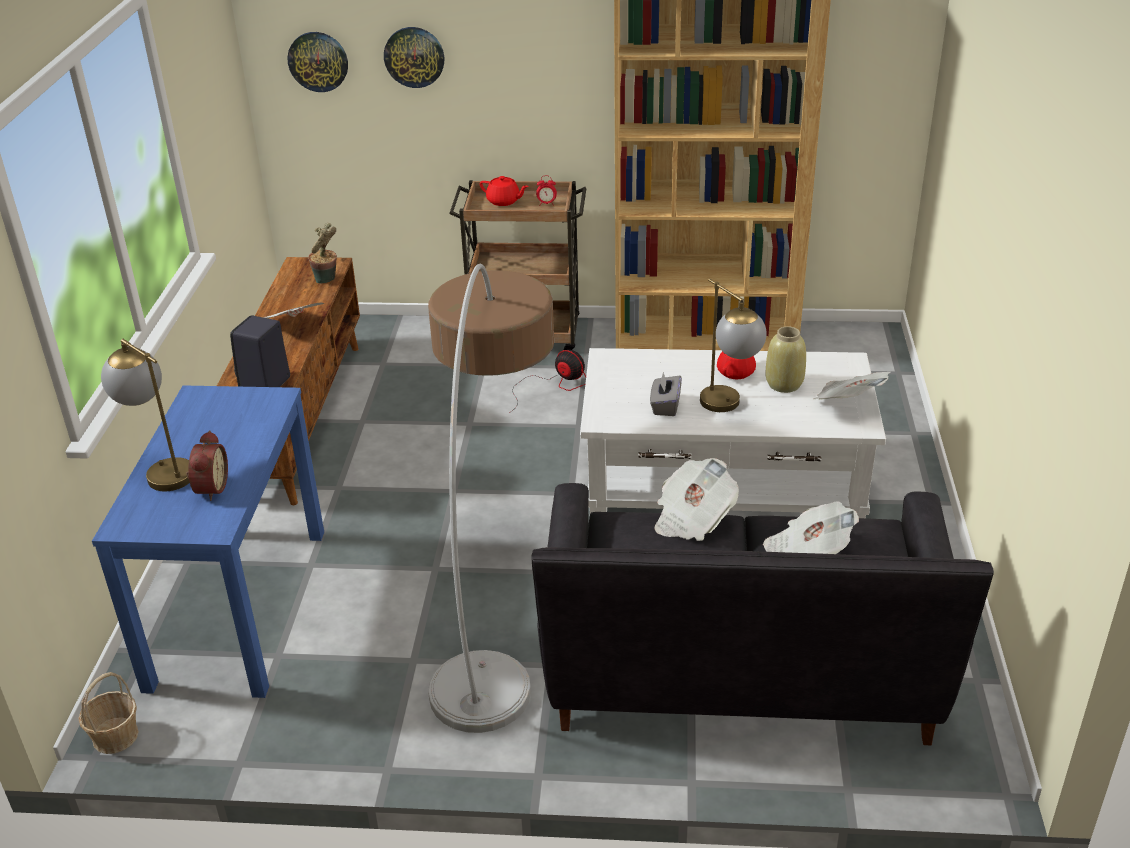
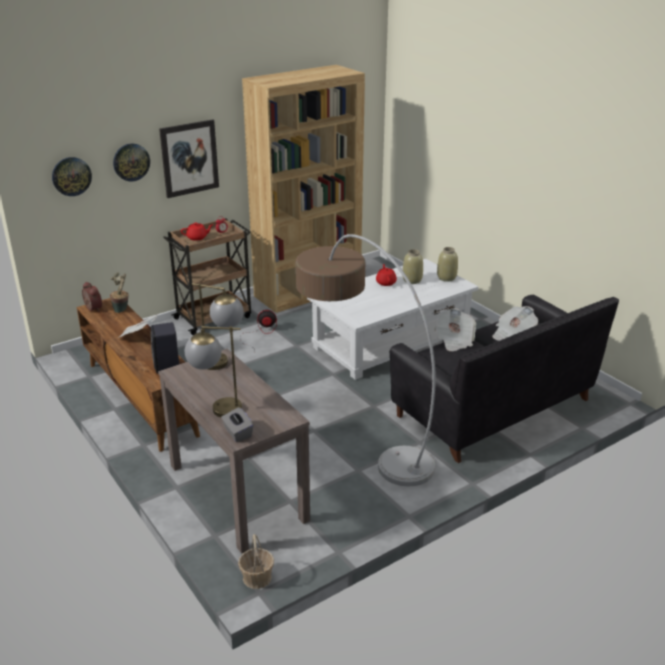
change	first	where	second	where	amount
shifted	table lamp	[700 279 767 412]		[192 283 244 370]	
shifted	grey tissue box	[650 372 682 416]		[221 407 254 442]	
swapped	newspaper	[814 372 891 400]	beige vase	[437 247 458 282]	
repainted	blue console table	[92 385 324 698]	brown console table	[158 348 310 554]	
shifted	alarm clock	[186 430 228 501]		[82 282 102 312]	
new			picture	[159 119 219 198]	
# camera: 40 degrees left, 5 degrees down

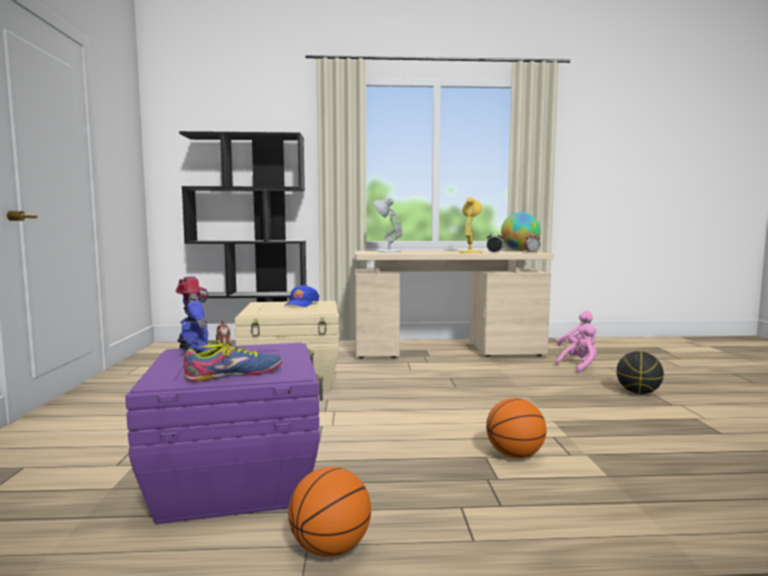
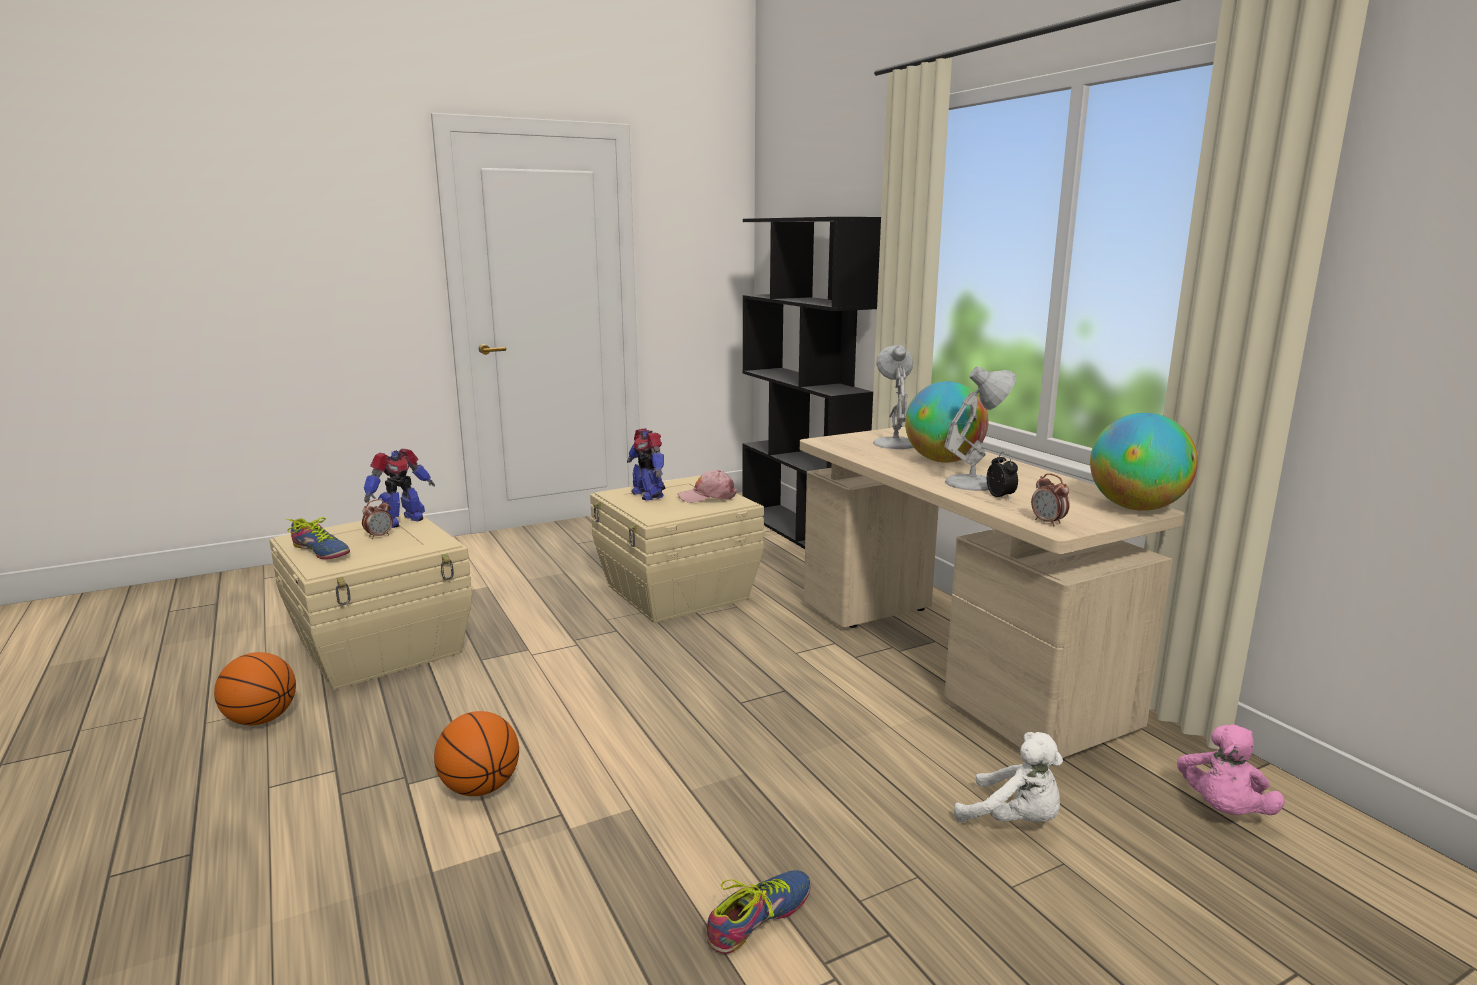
change	first	where	second	where	amount
repainted	yellow table lamp	[458 197 483 253]	white table lamp	[944 367 1016 491]	
repainted	blue cap	[284 285 319 307]	pink cap	[678 470 737 503]	
repainted	pink plush toy	[556 323 597 373]	white plush toy	[954 732 1063 822]	
repainted	purple storage box	[125 343 324 524]	beige storage box	[269 513 472 690]	
gone	basketball	[616 351 664 394]			
new			globe	[905 381 988 463]	
new			toy robot	[627 429 666 501]	
new			shoe	[707 870 811 954]	
# camera: 65 degrees right, 10 degrees up

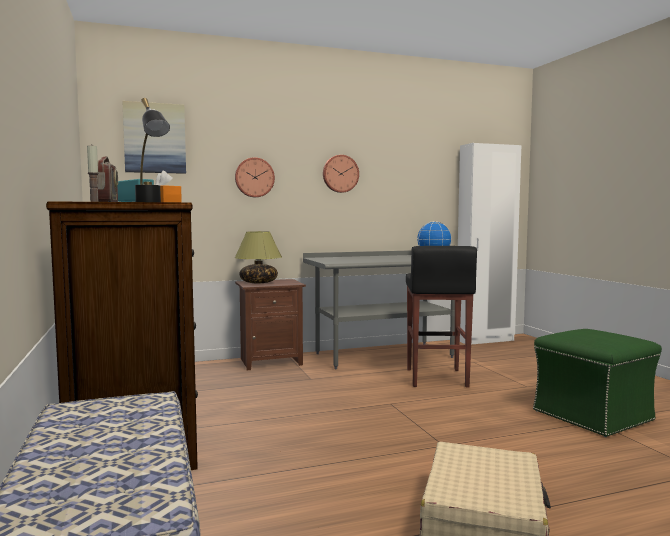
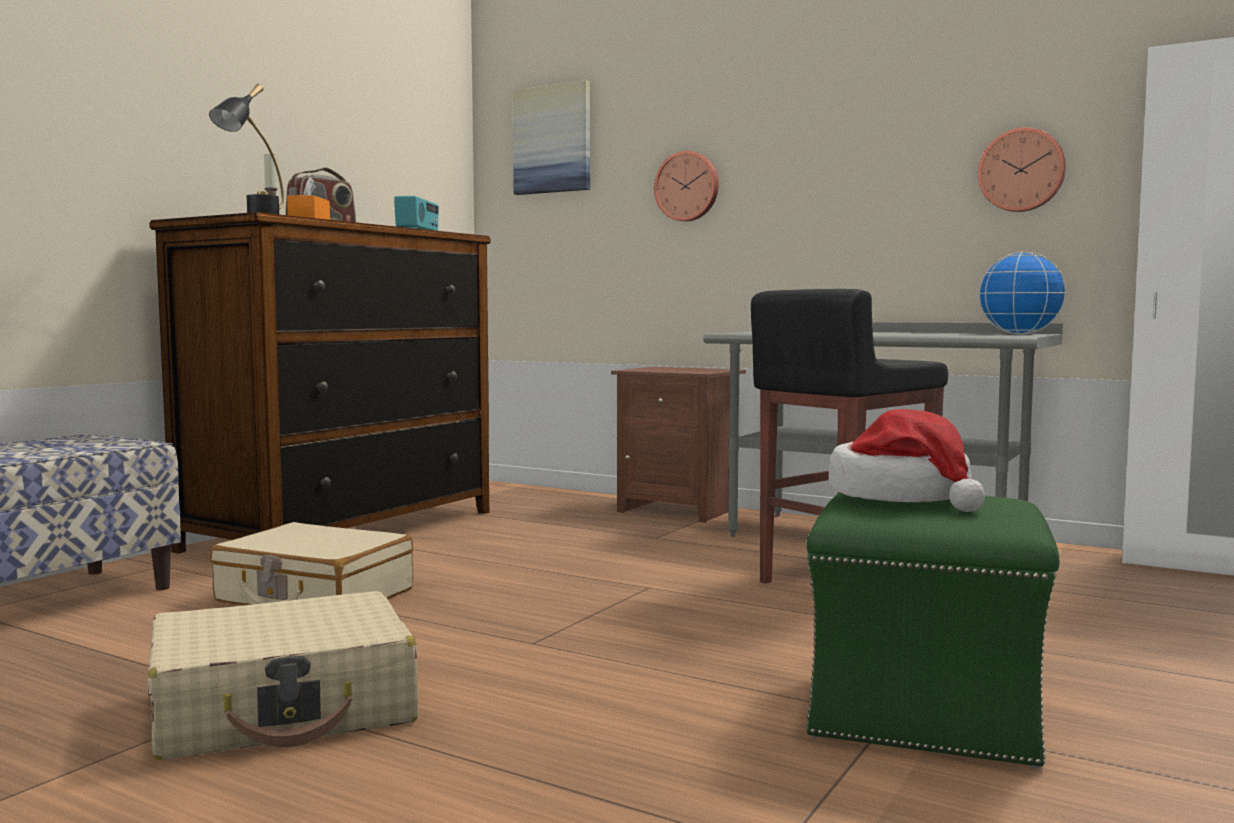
change	first	where	second	where	amount
shifted	wall clock	[323 155 359 193]		[978 127 1066 212]	
gone	table lamp	[235 231 282 283]			
new			hat	[829 409 985 512]	
new			beige suitcase	[210 522 413 605]	
# camera: 50 degrees right, 0 degrees up

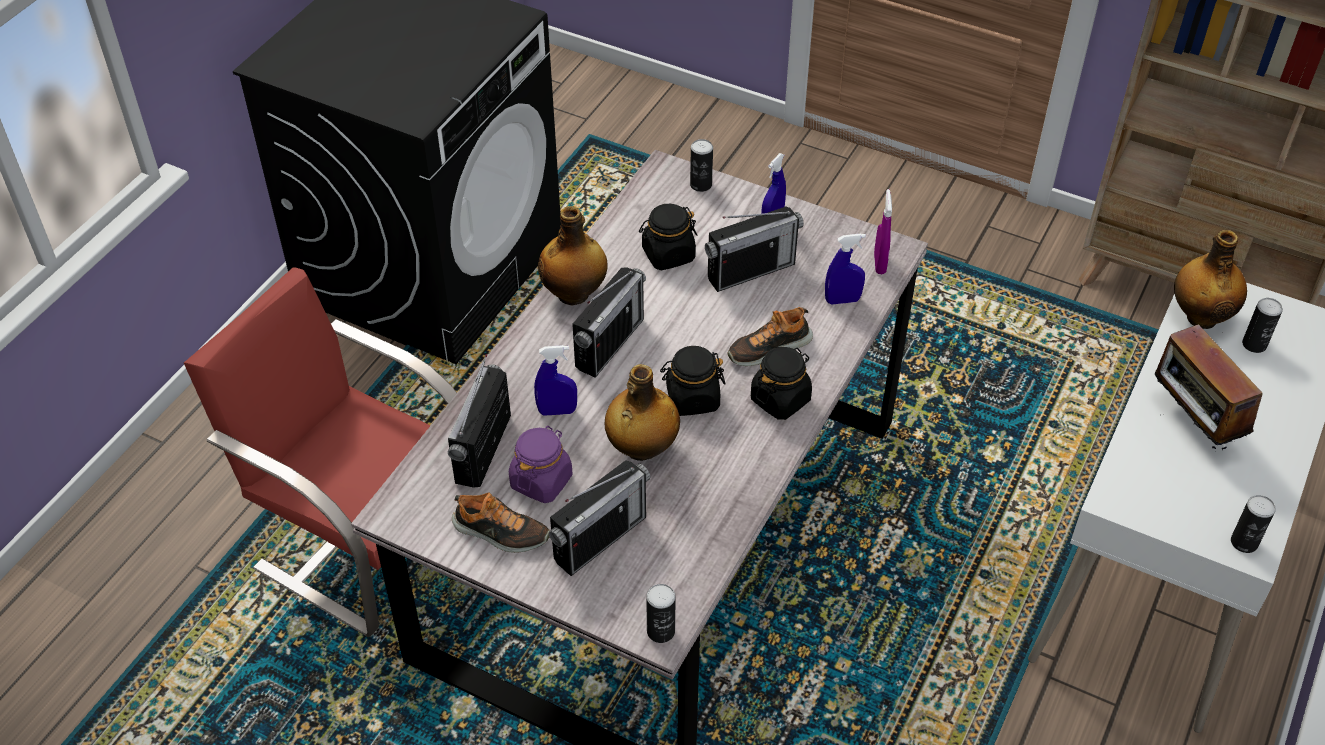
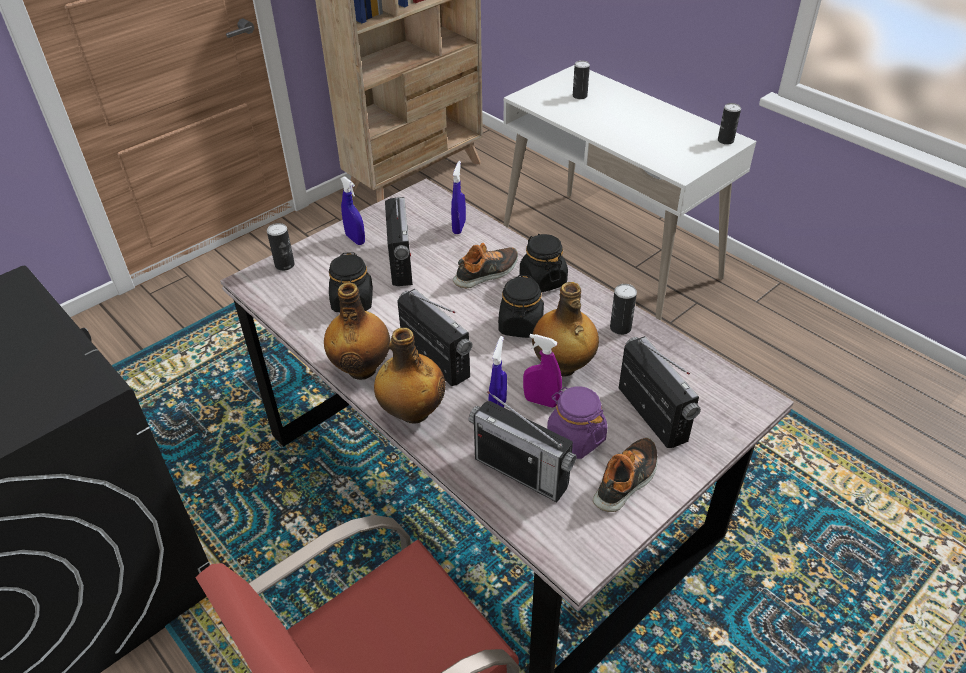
change	first	where	second	where	amount
shifted	purple spray bottle	[874 189 892 274]		[523 334 562 408]	
shifted	bottle	[1174 230 1247 329]		[374 328 446 424]	
rotated	shoe	[728 307 813 366]		[453 243 518 288]	120 degrees counterclockwise
gone	radio	[1155 324 1262 450]			
shifted	can	[646 584 676 643]		[610 284 637 335]	
# camera: 70 degrees left, 5 degrees down

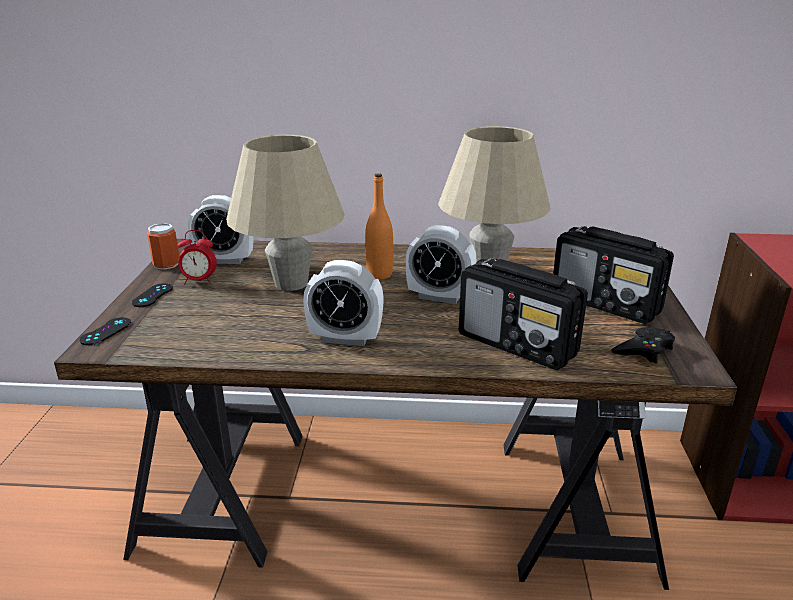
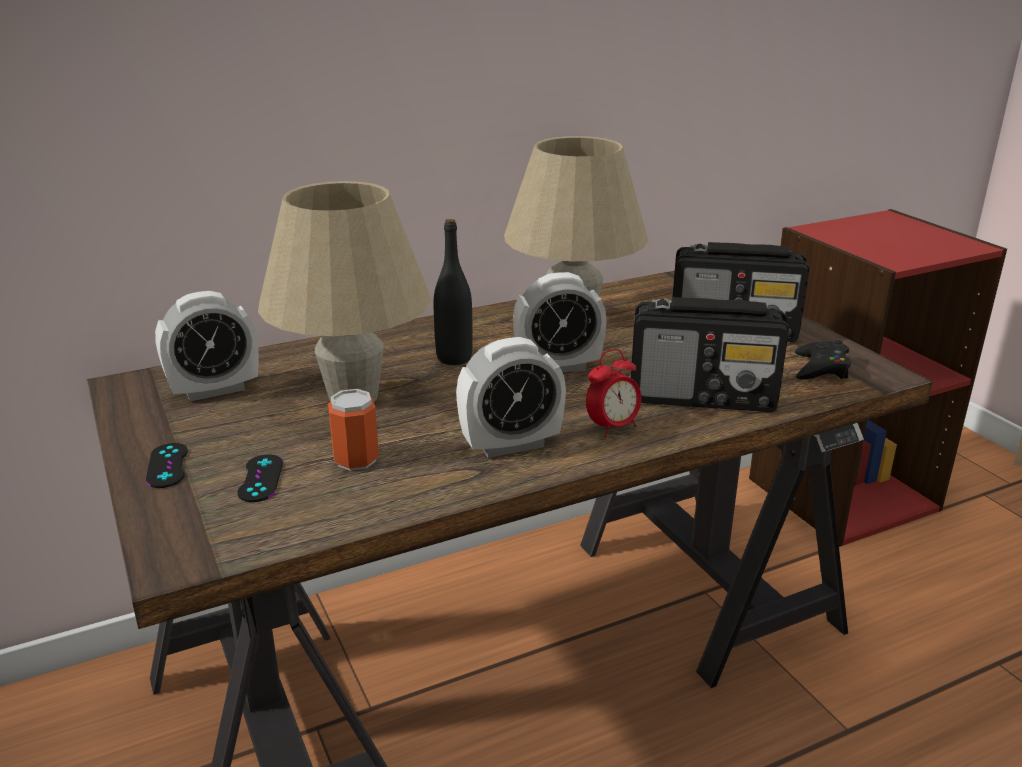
change	first	where	second	where	amount
repainted	orange bottle	[365 173 393 280]	black bottle	[434 219 473 365]	
shifted	can	[147 223 179 270]		[328 389 379 471]	
shifted	alarm clock	[177 230 217 285]		[586 349 641 437]	
shifted	black game controller	[79 317 131 345]		[237 454 283 502]	
# camera: 30 degrees left, 0 degrees up

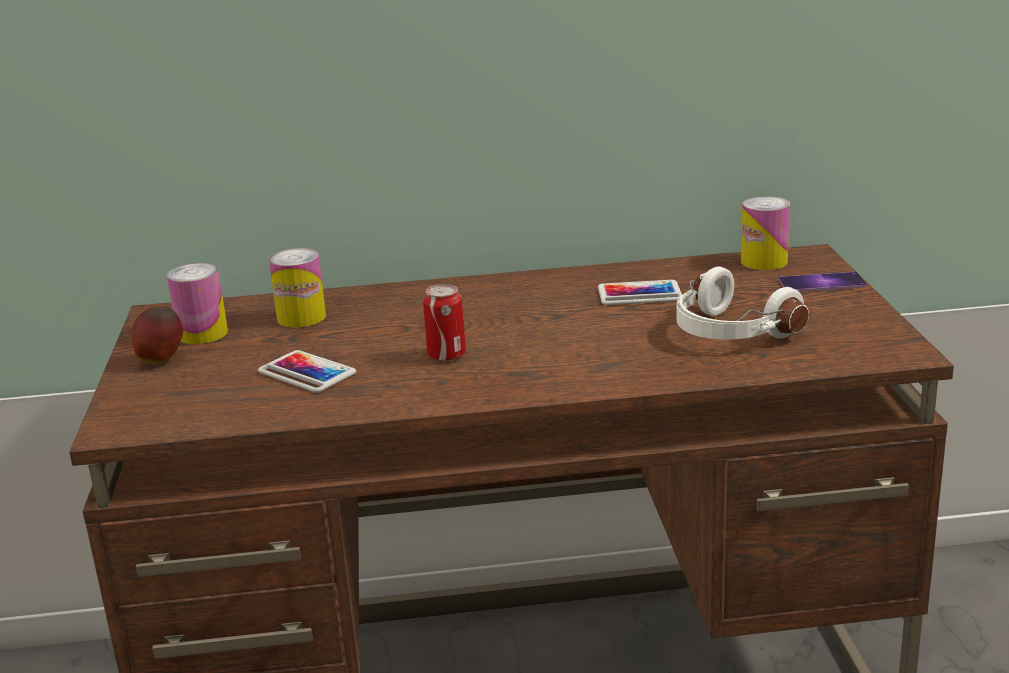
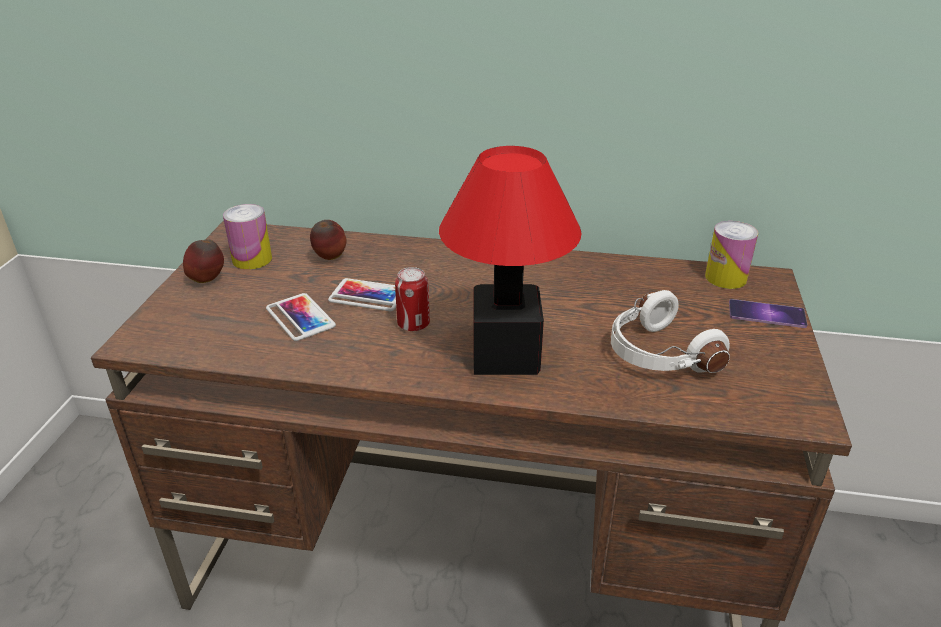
change	first	where	second	where	amount
swapped	can	[269 248 326 328]	apple	[310 220 346 260]	
shifted	phone	[598 280 682 305]		[328 278 396 311]	
new			table lamp	[439 146 582 375]	
# camera: 15 degrees right, 10 degrees up

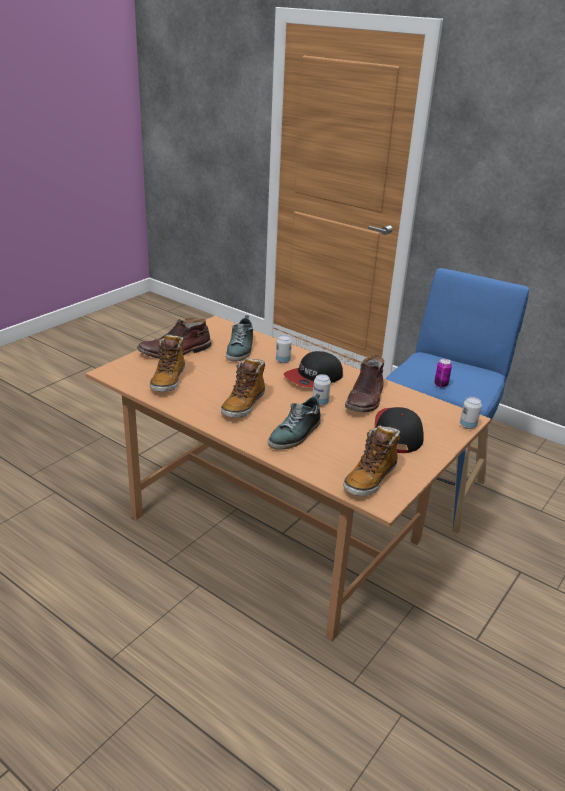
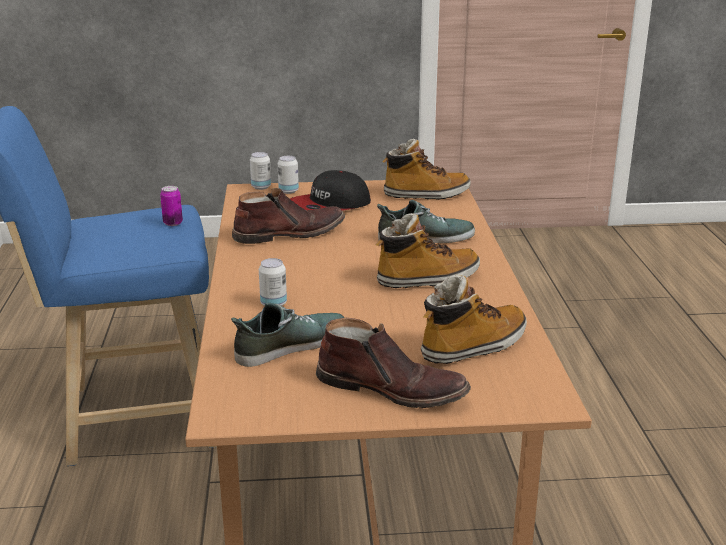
change	first	where	second	where	amount
gone	cap	[284 351 343 388]			
shifted	can	[313 374 331 406]		[278 156 299 194]	
# camera: 130 degrees left, 5 degrees down

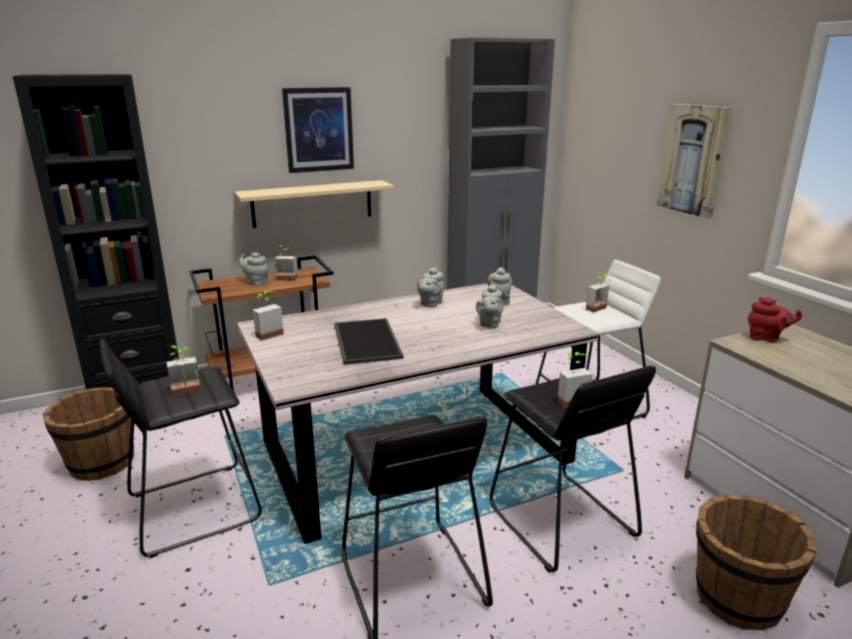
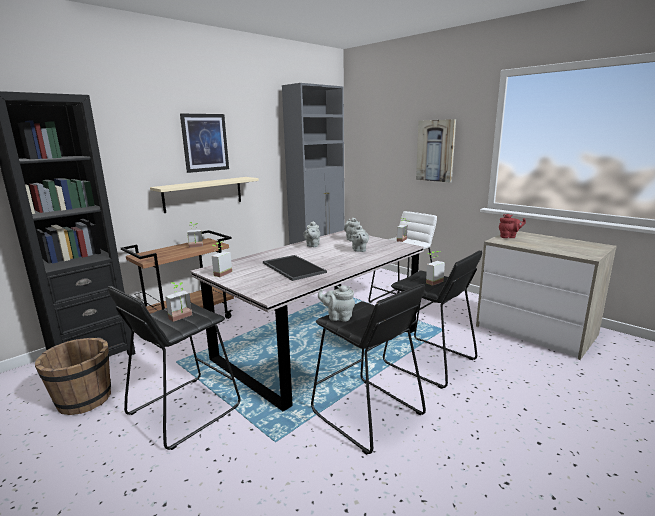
change	first	where	second	where	amount
shifted	grey teapot	[239 252 268 286]		[318 285 355 321]	
gone	brown bucket	[696 495 817 630]			
# camera: 20 degrees left, 5 degrees down

